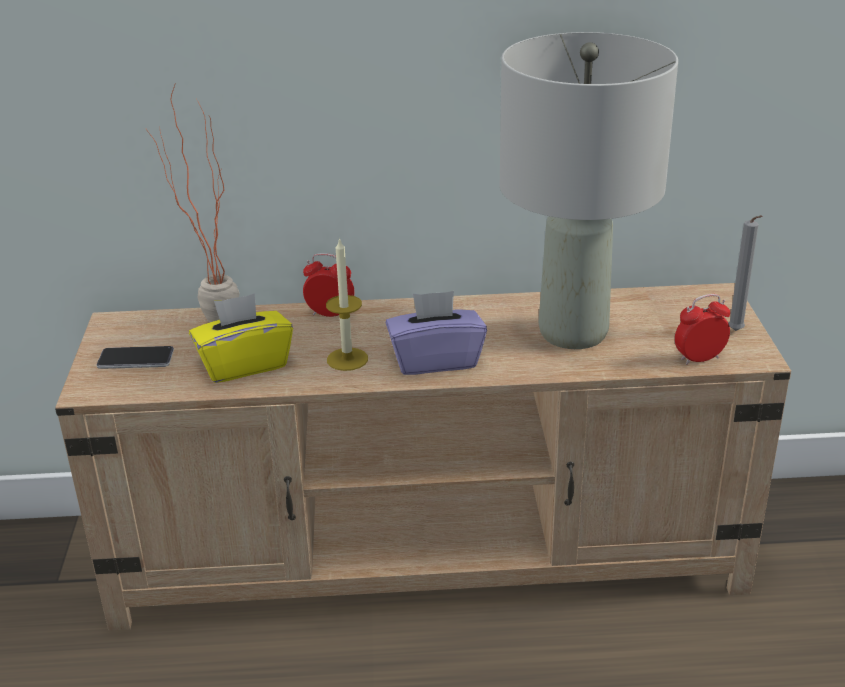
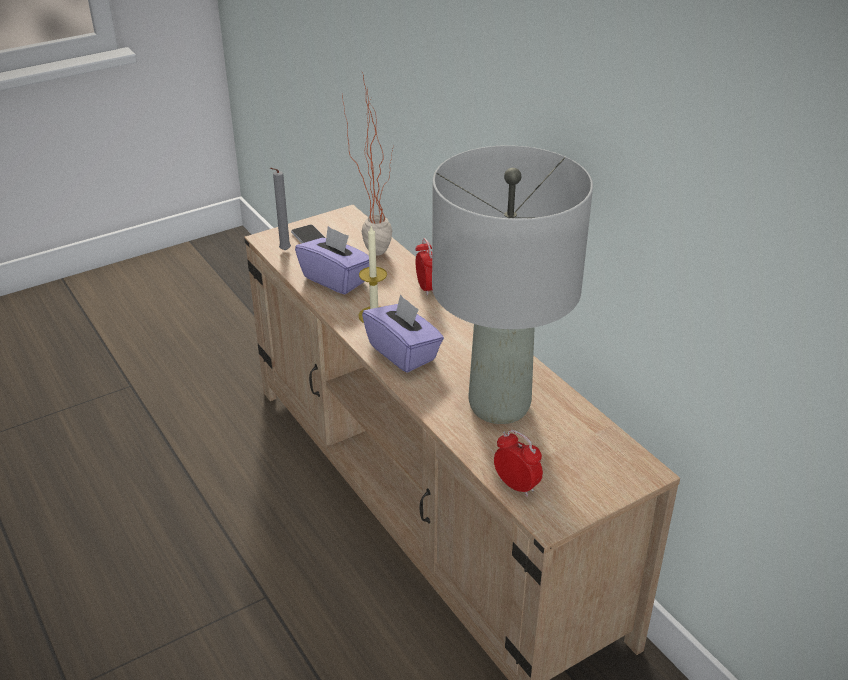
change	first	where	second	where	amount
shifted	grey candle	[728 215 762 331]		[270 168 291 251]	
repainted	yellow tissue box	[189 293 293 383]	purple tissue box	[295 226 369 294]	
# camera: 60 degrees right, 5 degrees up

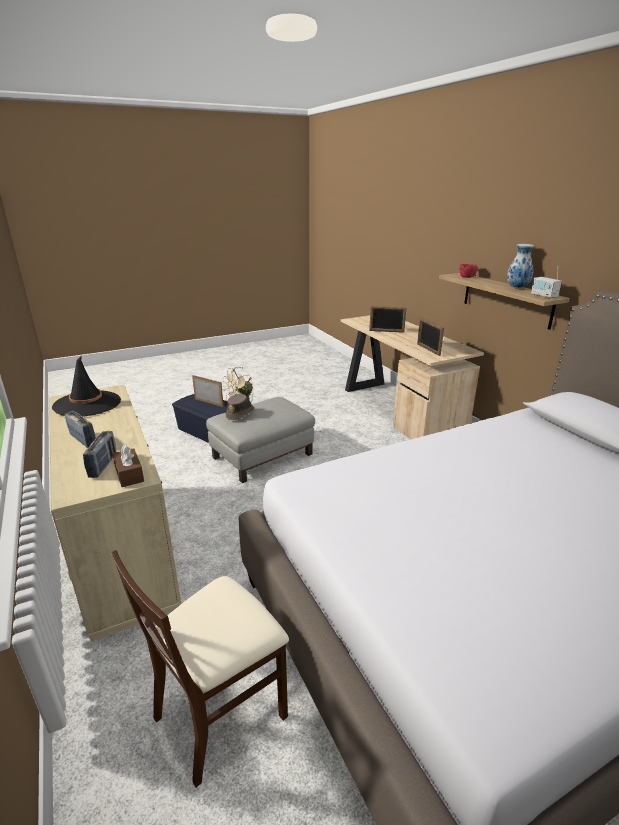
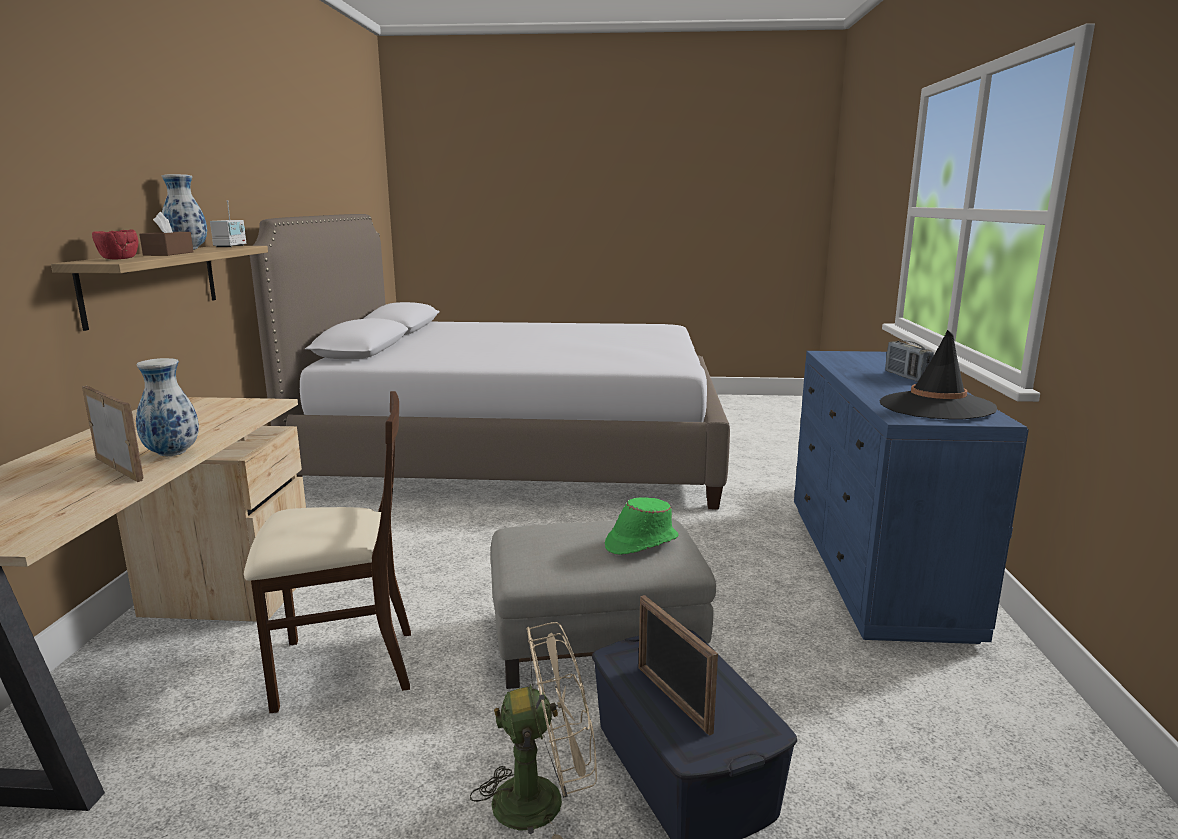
change	first	where	second	where	amount
gone	picture frame	[417 318 444 356]			
repainted	beige dresser	[49 385 182 642]	blue dresser	[794 351 1029 644]	
repainted	brown hat	[226 394 255 420]	green hat	[605 497 678 555]	
gone	radio	[83 431 117 478]			
shifted	brown tissue box	[112 444 144 487]		[139 212 194 256]	
shifted	beige chair	[111 550 289 788]		[244 391 411 713]	
new			vase	[136 358 199 456]	
# camera: 150 degrees left, 10 degrees down

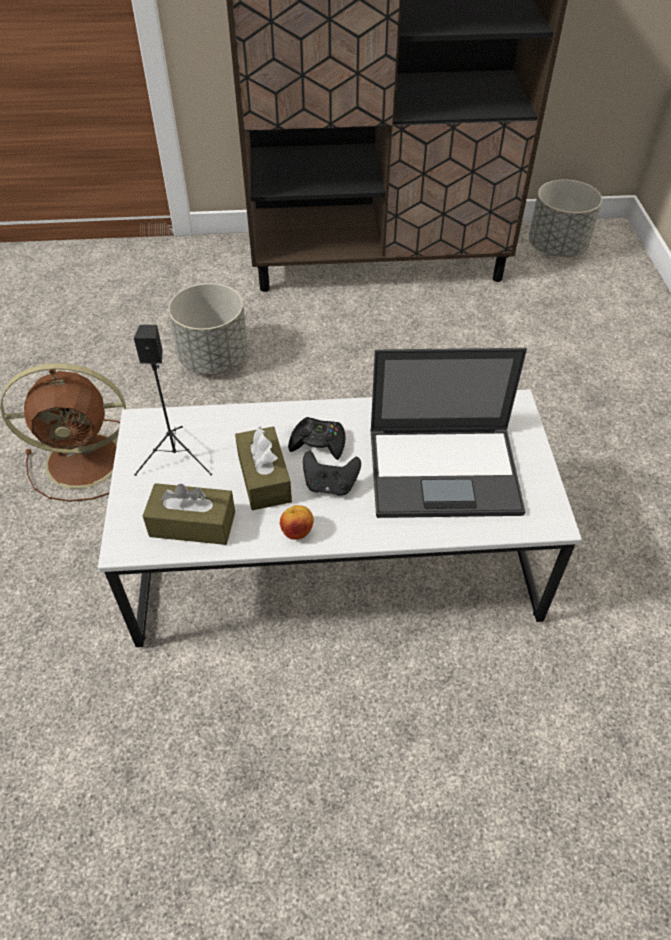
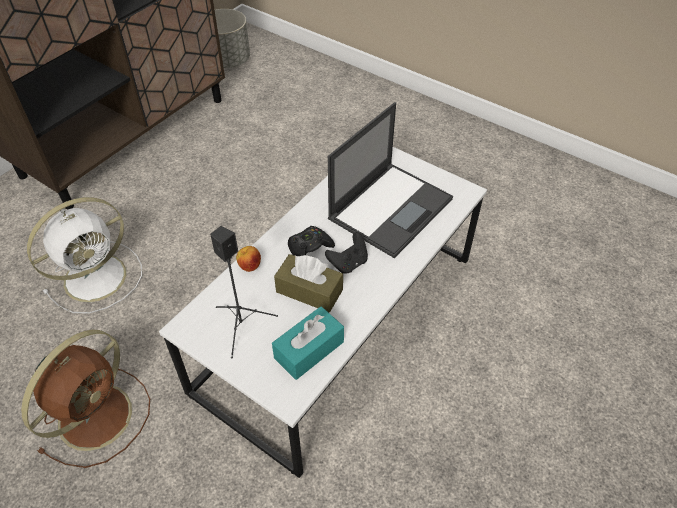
change	first	where	second	where	amount
swapped	grey planter	[168 283 248 374]	white fan	[27 197 142 314]	
repainted	brown tissue box	[143 483 235 545]	turquoise tissue box	[272 306 344 380]	
shifted	apple	[280 505 314 540]		[236 246 261 272]	
# camera: 50 degrees left, 0 degrees up

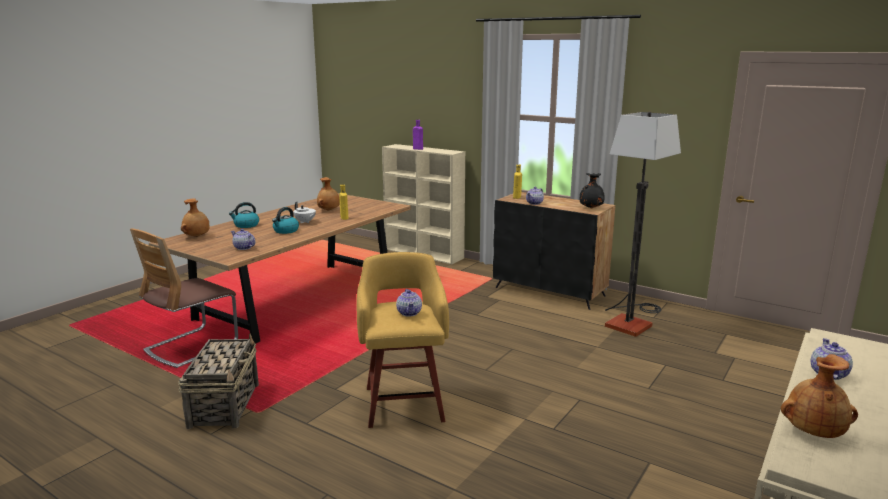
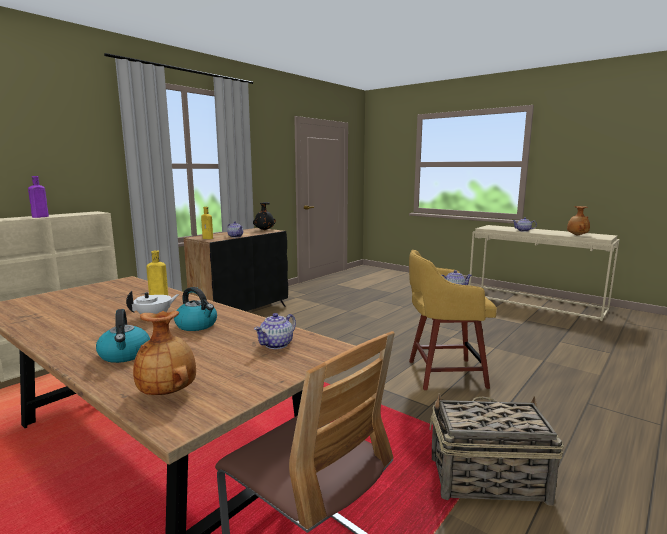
change	first	where	second	where	amount
gone	floor lamp	[605 112 681 337]			
gone	brown vase	[317 177 340 211]			
# camera: 85 degrees left, 5 degrees down

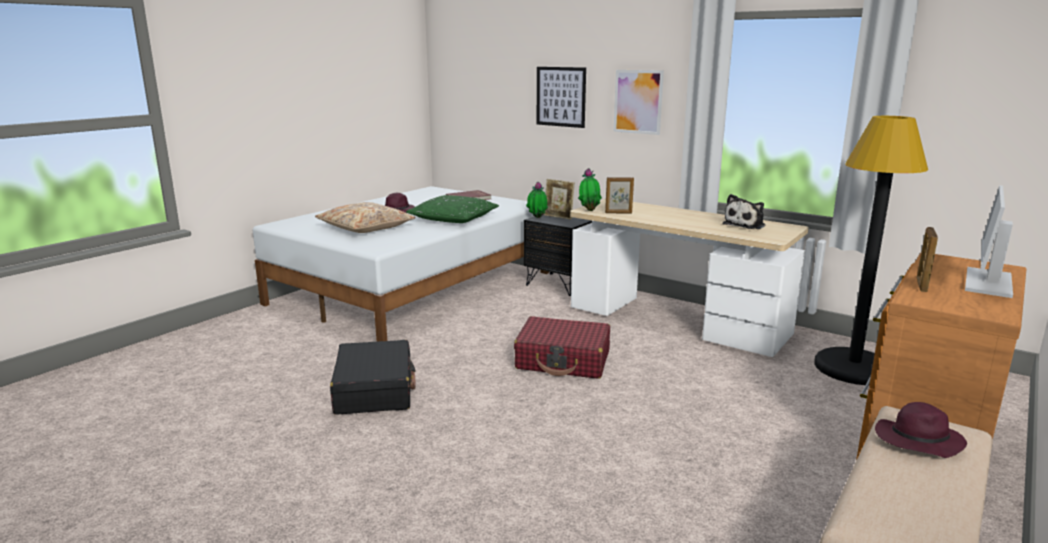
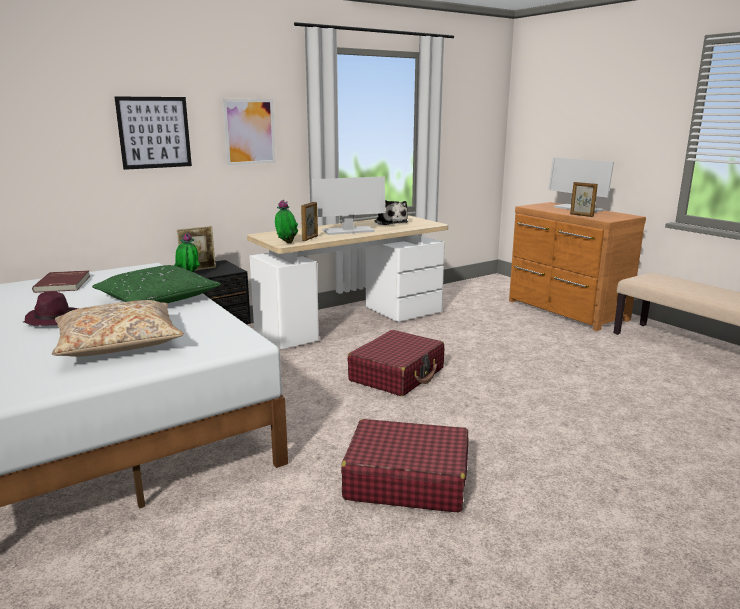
change	first	where	second	where	amount
gone	black floor lamp	[814 116 928 385]			
repainted	black suitcase	[330 340 416 415]	red suitcase	[341 419 468 512]	
gone	purple hat	[875 402 967 458]			
new			monitor	[311 176 385 235]	
# camera: 70 degrees left, 0 degrees up

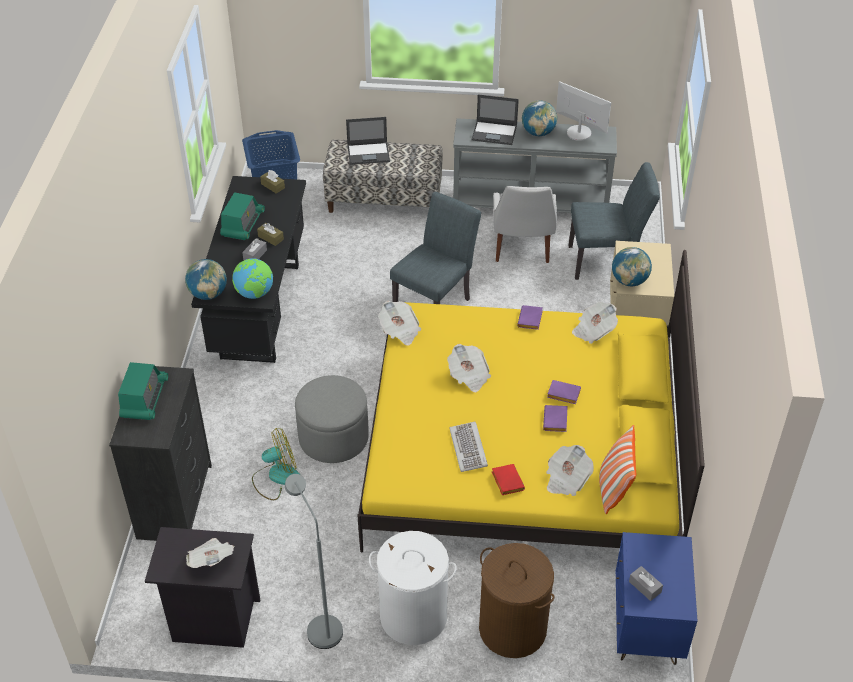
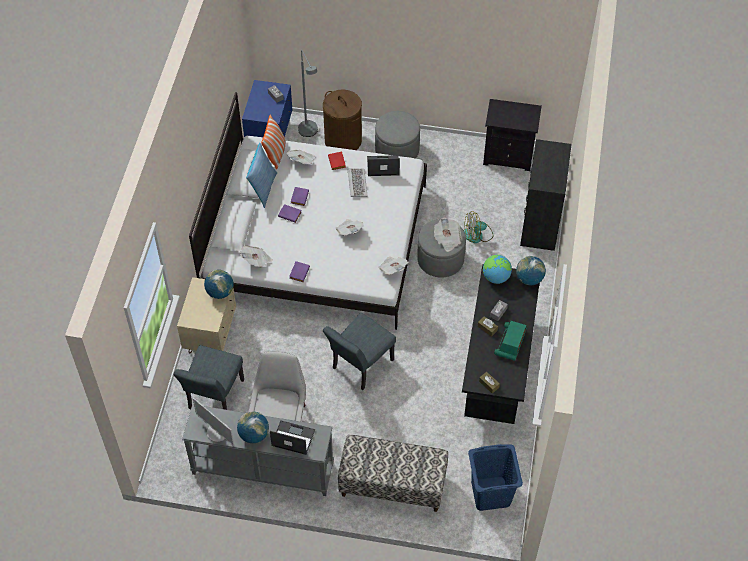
change	first	where	second	where	amount
shifted	laptop	[346 117 390 165]		[367 155 400 176]	
rotated	grey chair	[569 162 660 280]		[173 345 244 410]	75 degrees counterclockwise
repainted	yellow bed	[358 250 705 552]	white bed	[189 92 427 330]	
gone	radio	[118 362 168 420]			
shifted	grey floor lamp	[285 474 343 649]		[298 50 318 137]	
swapped	white laundry basket	[369 531 457 645]	grey ottoman	[375 111 420 159]	
shifted	newspaper	[186 538 235 568]		[434 217 461 252]	
new			pillow	[246 143 277 208]	
# camera: 175 degrees left, 10 degrees up

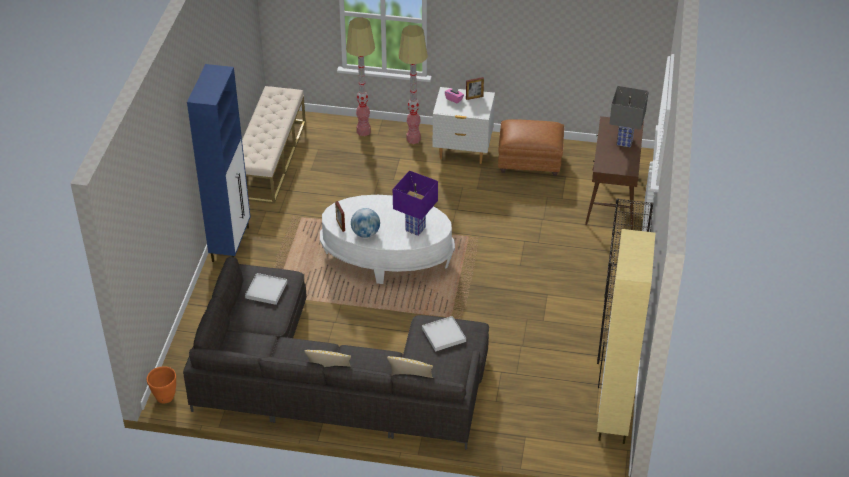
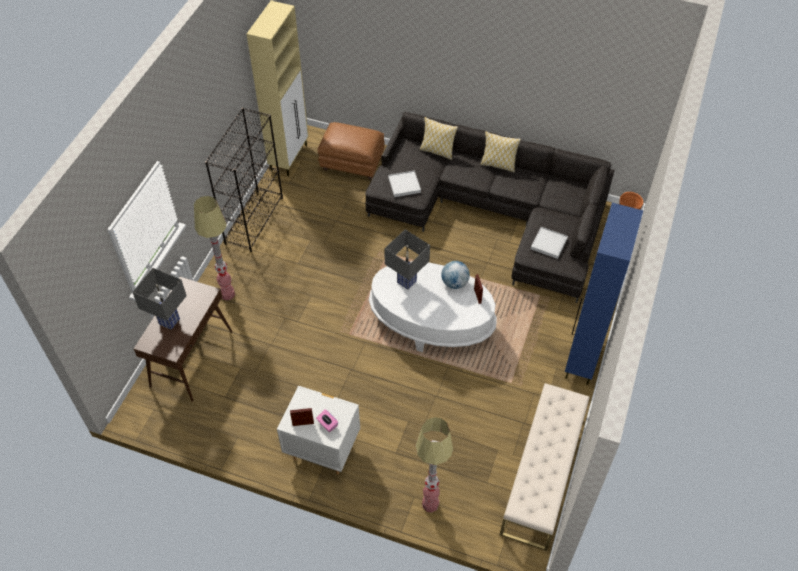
change	first	where	second	where	amount
shifted	floor lamp	[398 25 428 144]		[194 196 235 300]	
shifted	brown ottoman	[498 119 564 176]		[318 122 385 180]	
repainted	purple table lamp	[393 170 438 236]	grey table lamp	[384 229 430 290]	
# camera: 170 degrees left, 10 degrees up

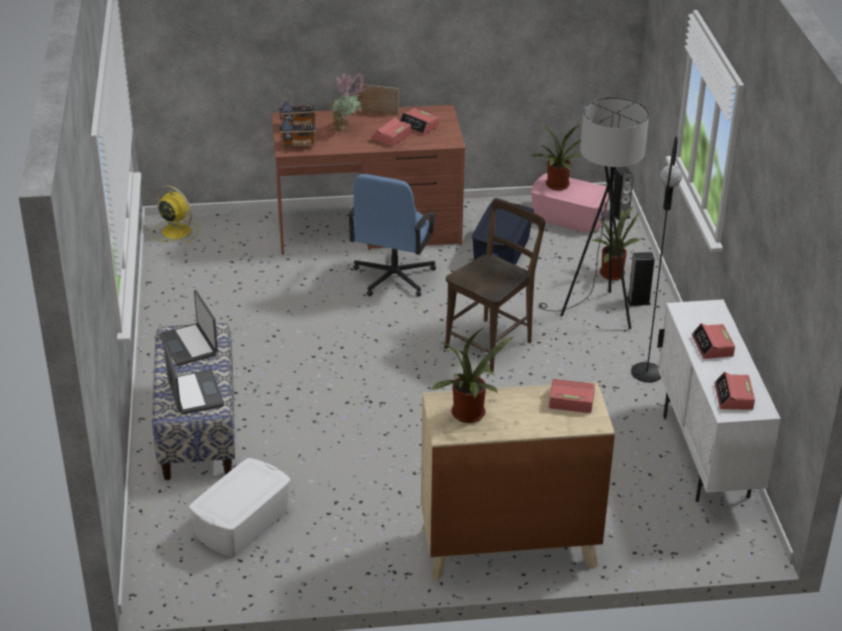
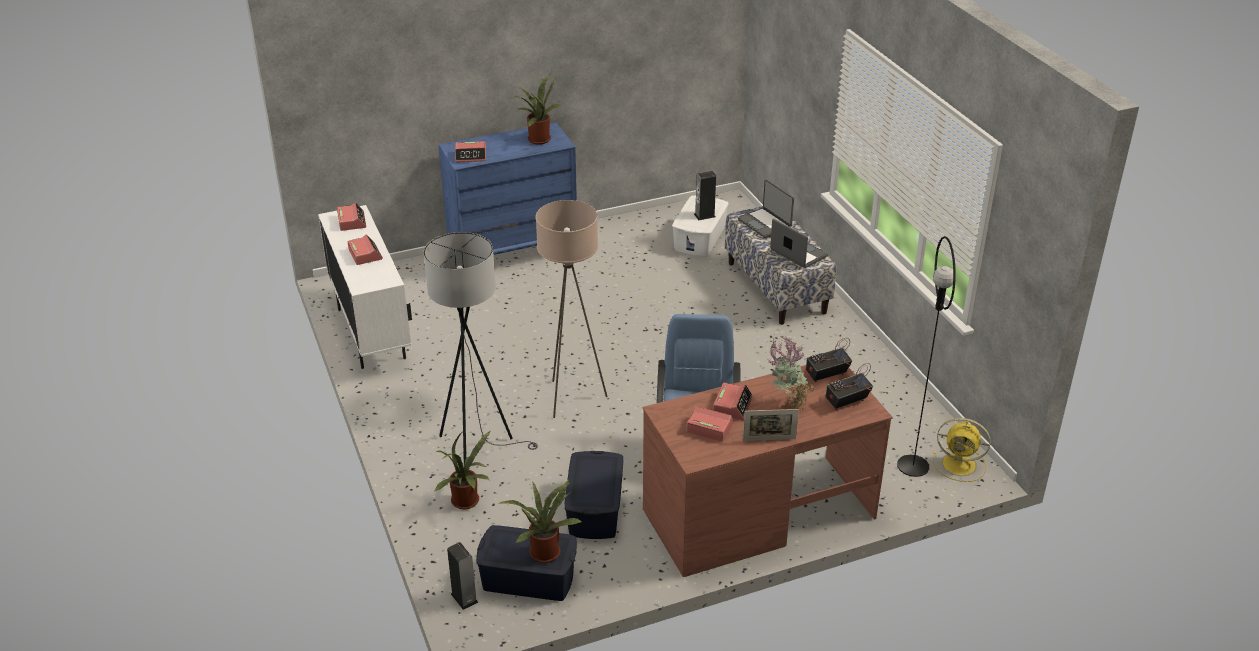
change	first	where	second	where	amount
shifted	black floor lamp	[631 136 682 383]		[897 236 956 477]	
repainted	pink storage box	[531 173 609 233]	blue storage box	[476 525 577 601]	
swapped	brown chair	[444 198 545 372]	beige floor lamp	[536 200 608 418]	
shifted	speaker	[627 252 655 306]		[694 171 716 220]	
repainted	beige dresser	[421 382 615 581]	blue dresser	[439 123 577 255]	
# camera: 165 degrees right, 0 degrees up

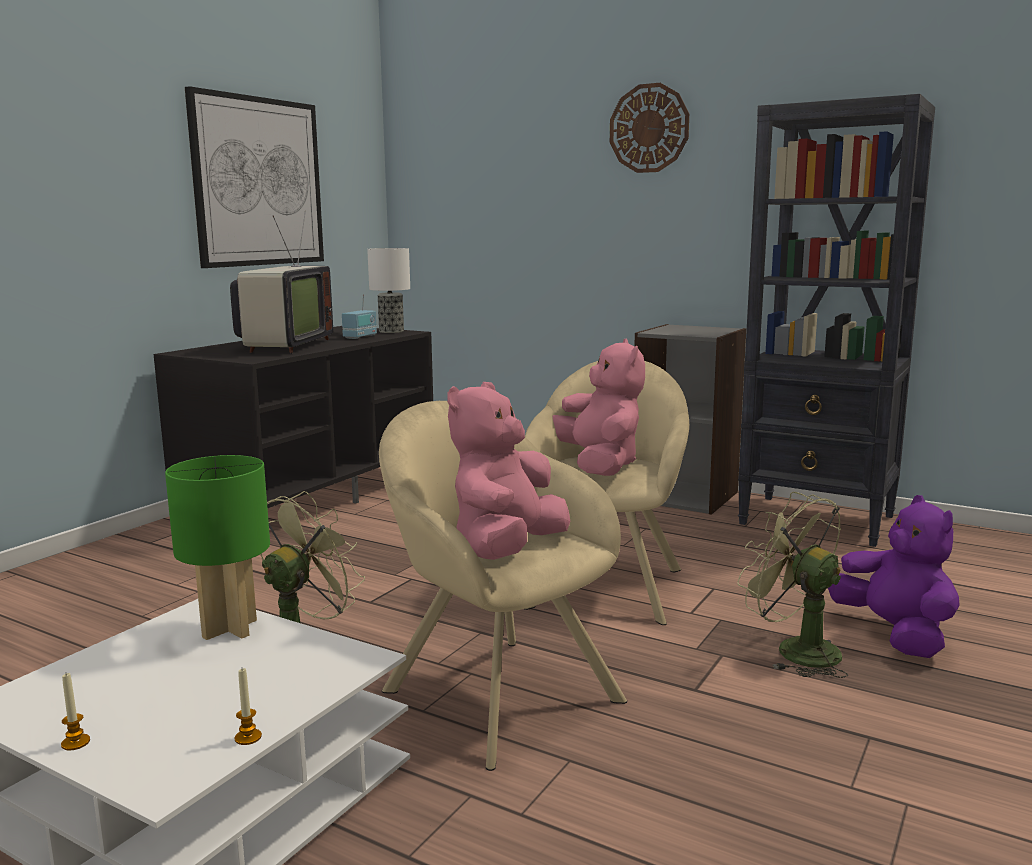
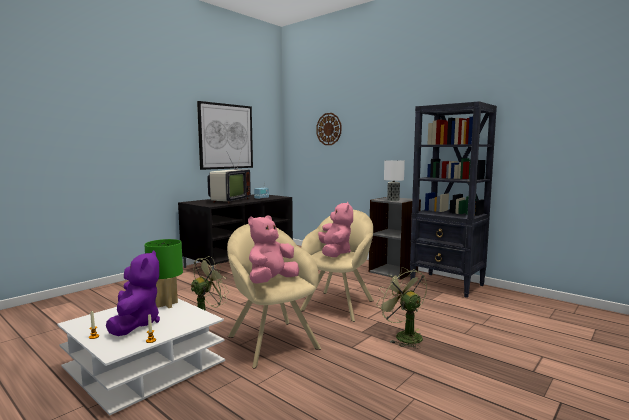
change	first	where	second	where	amount
shifted	wall clock	[610 83 689 173]		[316 113 341 145]	
shifted	table lamp	[367 248 410 333]		[384 160 405 201]	
shifted	purple plush toy	[828 495 960 658]		[106 251 160 336]	
# camera: 10 degrees right, 5 degrees down

